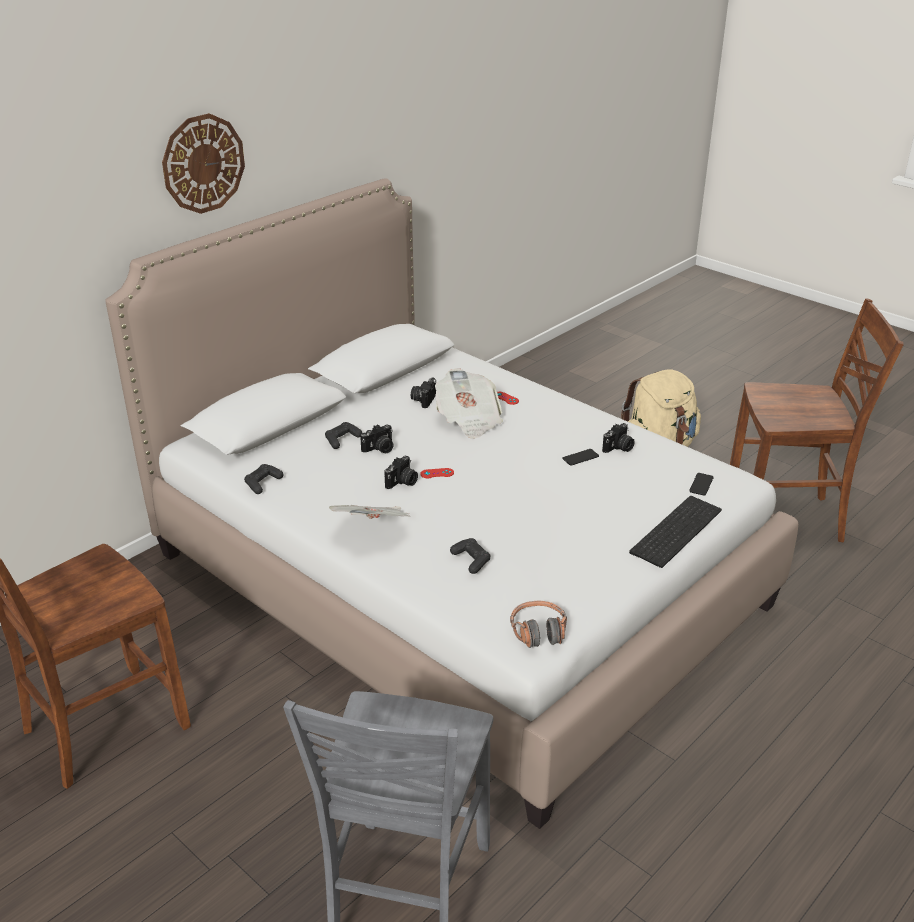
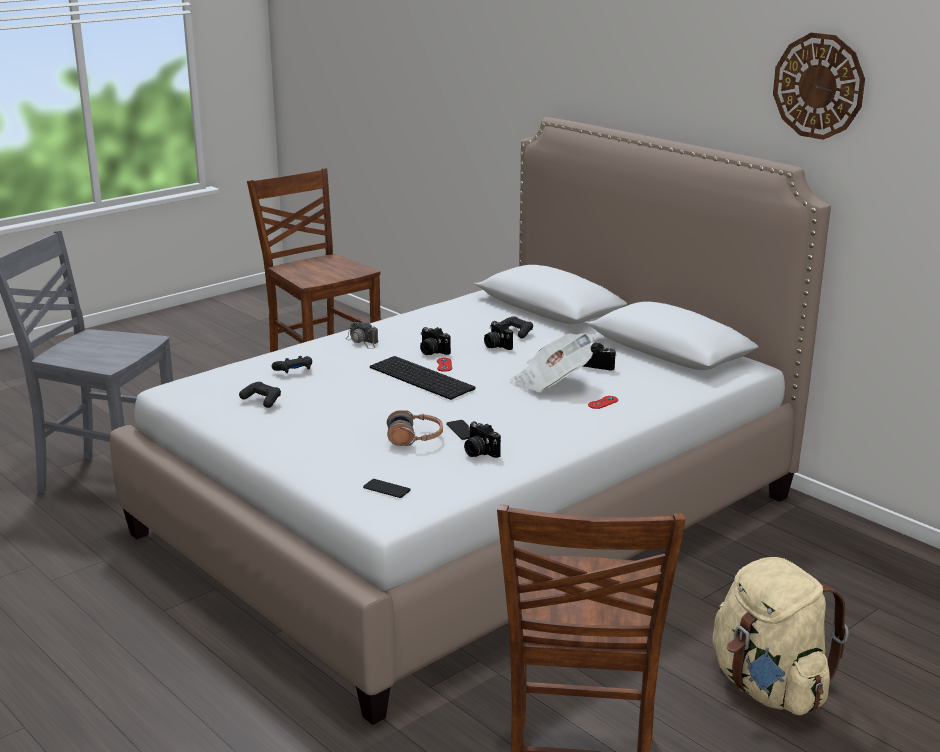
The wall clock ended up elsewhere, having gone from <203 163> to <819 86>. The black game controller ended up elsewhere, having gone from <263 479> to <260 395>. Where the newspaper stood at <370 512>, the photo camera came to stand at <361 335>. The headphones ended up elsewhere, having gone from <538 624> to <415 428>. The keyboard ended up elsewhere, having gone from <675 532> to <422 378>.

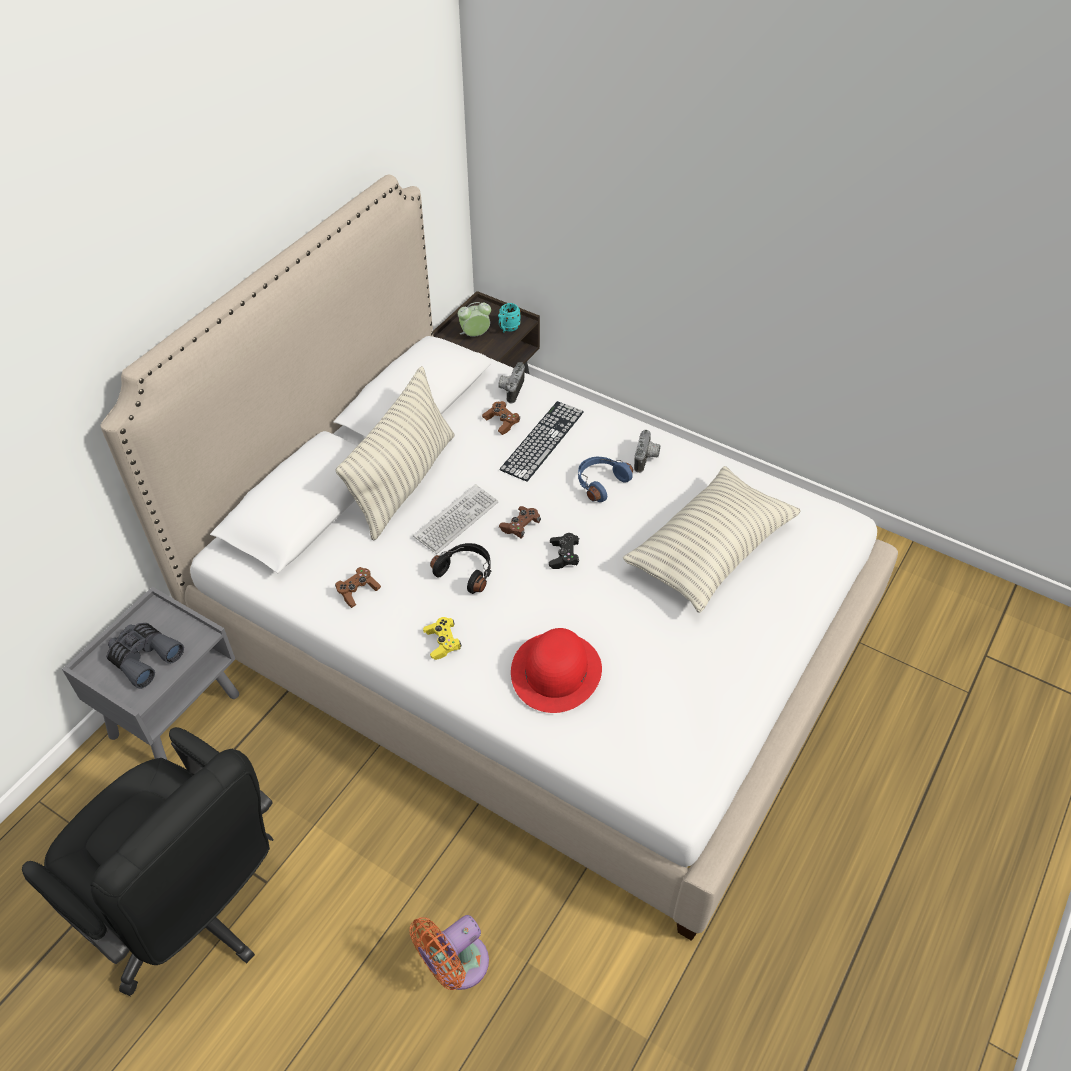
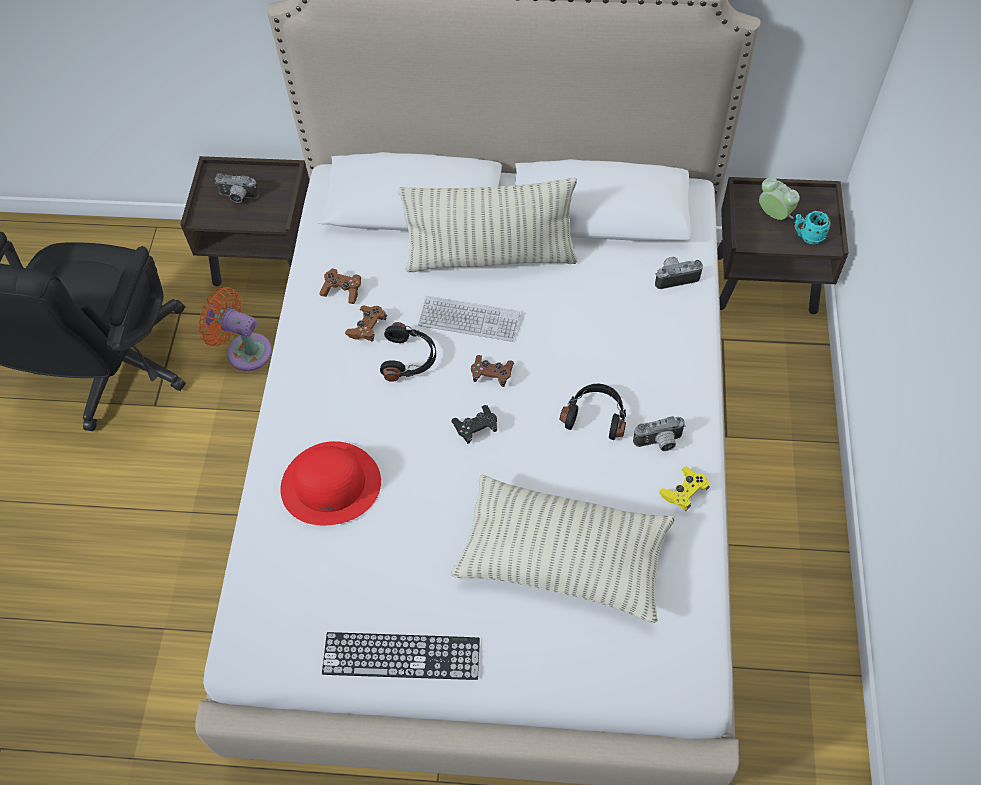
What was the grey nightstand at <150 673> turned into the brown nightstand at <245 221>. Where the grey binoculars stood at <145 656>, the photo camera came to stand at <237 188>. The orange fan ended up elsewhere, having gone from <449 952> to <235 329>. The yellow game controller ended up elsewhere, having gone from <442 638> to <684 488>. The brown game controller ended up elsewhere, having gone from <501 418> to <366 323>. The keyboard ended up elsewhere, having gone from <541 441> to <401 656>. What was the blue headphones at <605 479> turned into the black headphones at <593 412>.

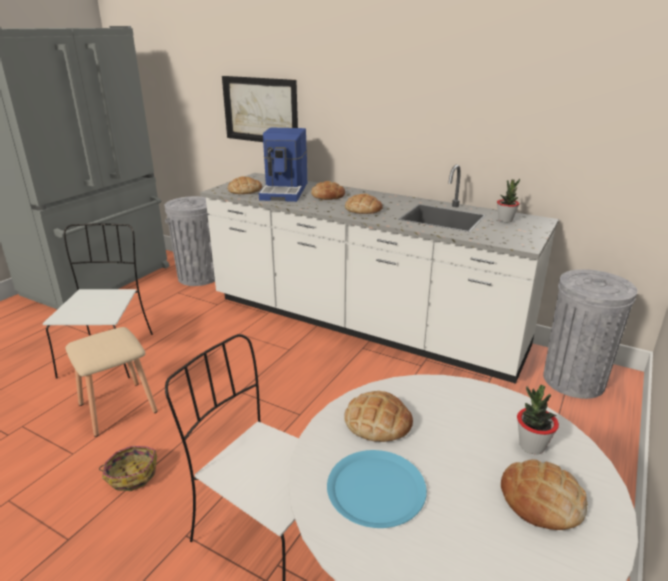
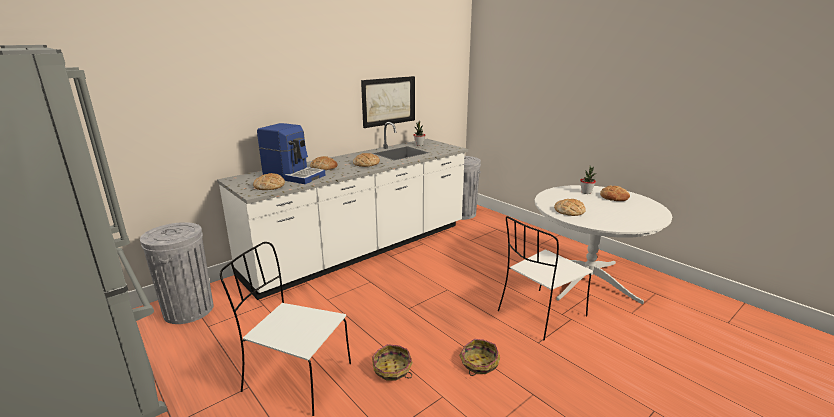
Where the beige stool stood at <111 382>, the basket came to stand at <392 362>. The picture ended up elsewhere, having gone from <260 109> to <388 102>. The second view lost the blue plate at <377 489>.

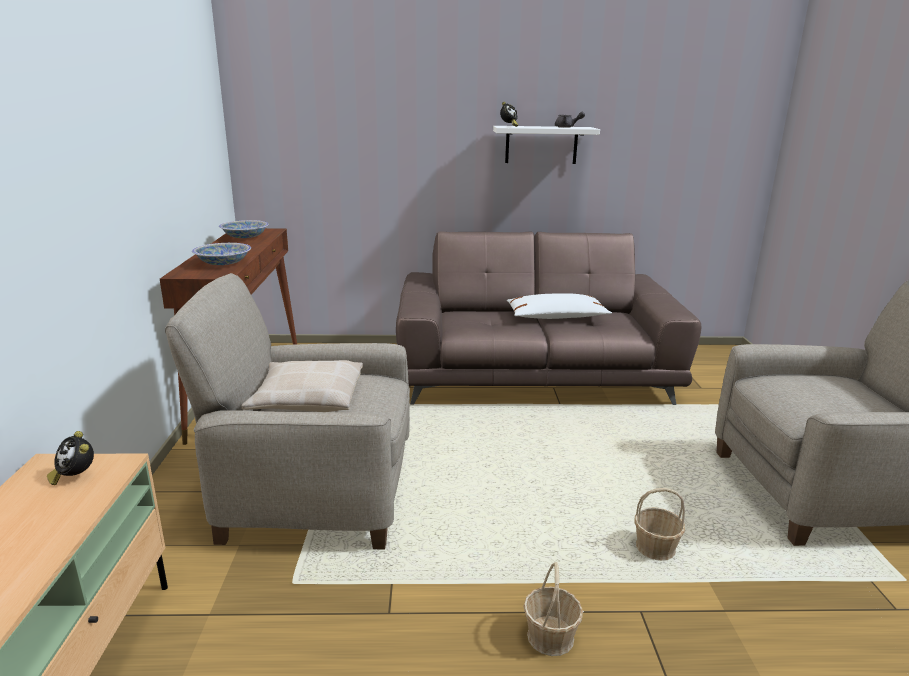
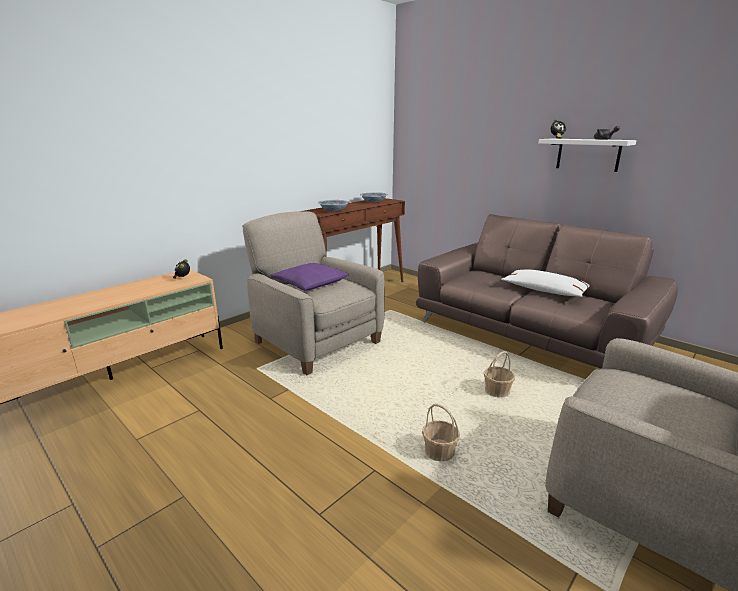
What was the beige pillow at <302 386> turned into the purple pillow at <309 276>. The basket ended up elsewhere, having gone from <553 609> to <499 374>.

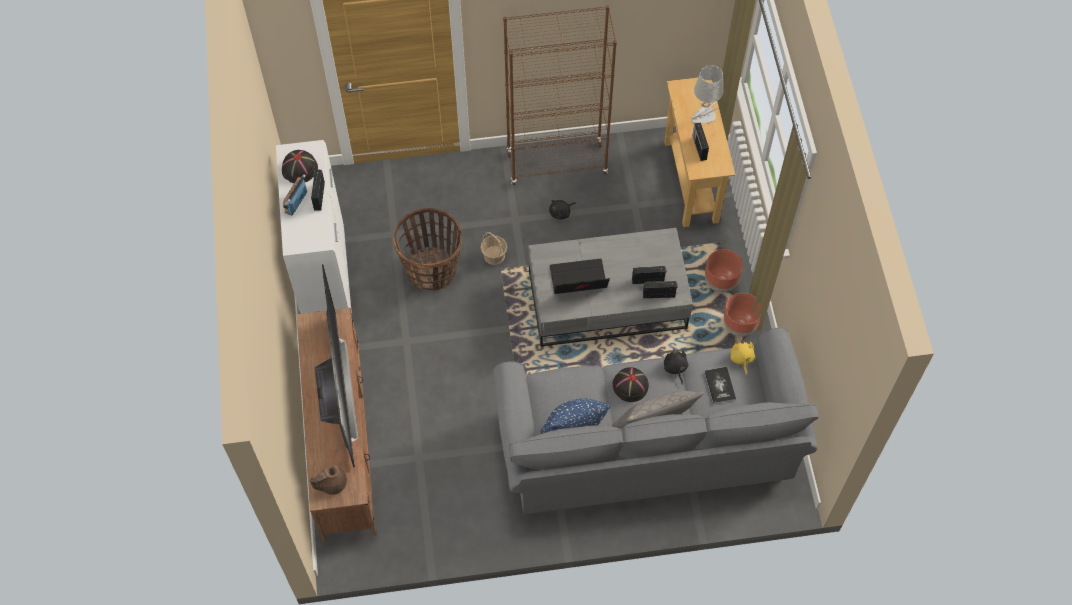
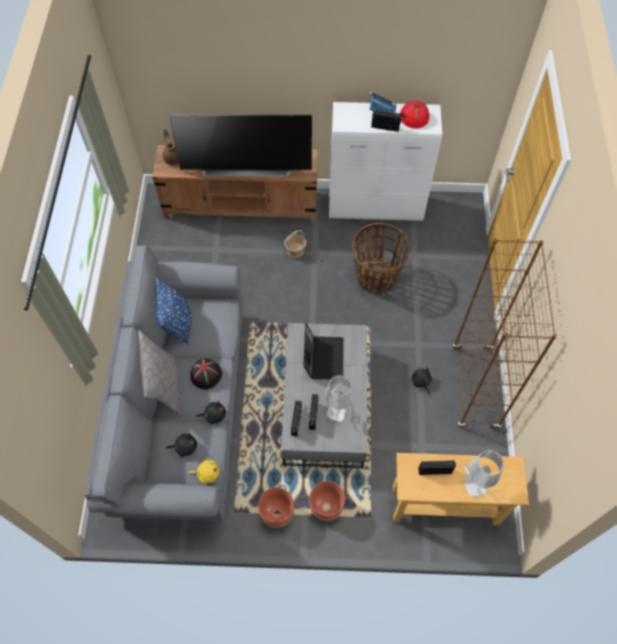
What was the black hat at <300 166> turned into the red hat at <414 114>. The basket ended up elsewhere, having gone from <493 248> to <295 244>. Where the book stood at <720 385>, the black plush toy came to stand at <181 445>. The second view gained the grey table lamp at <339 398>.

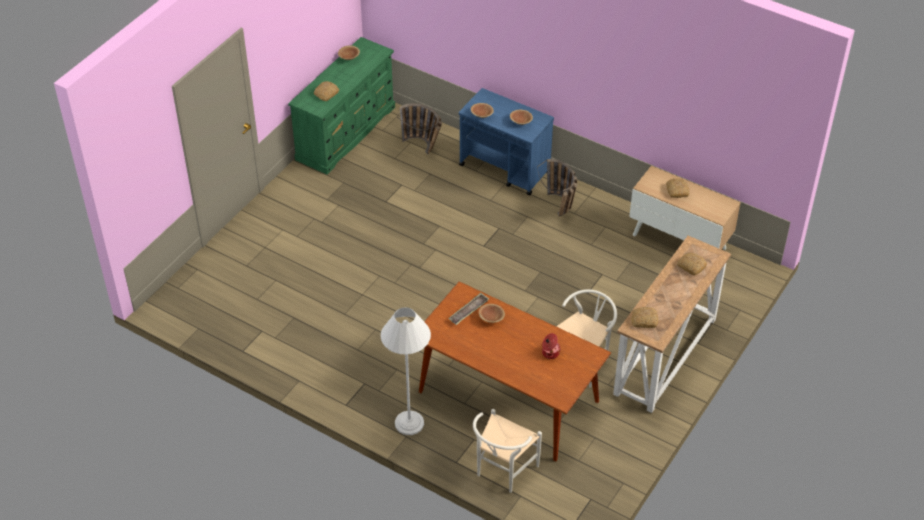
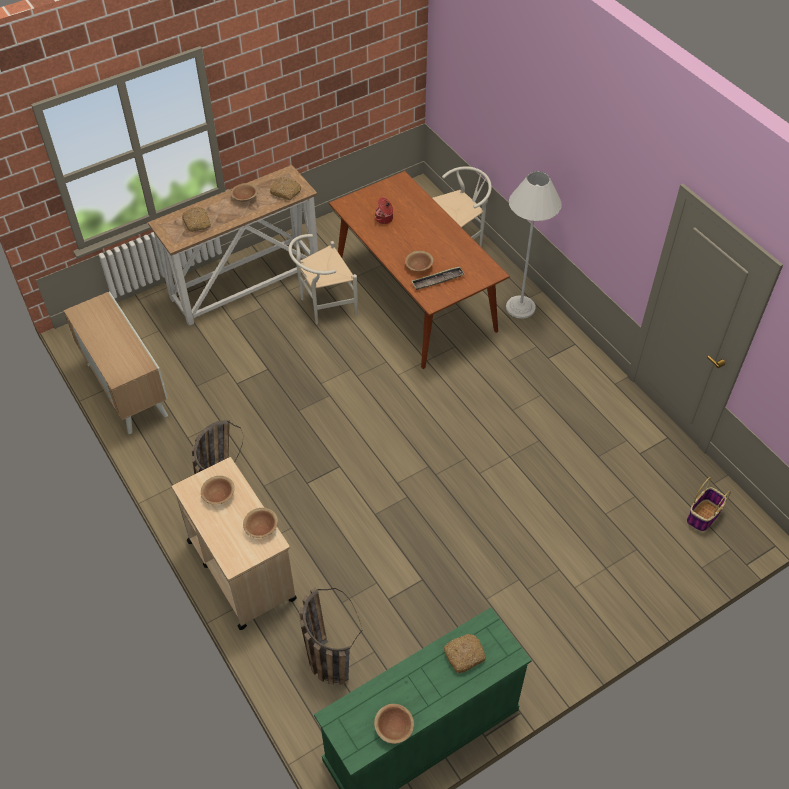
What was the blue cart at <506 141> turned into the beige cart at <234 543>. The second view lost the bread at <677 188>. The second view gained the brown bowl at <244 192>. The second view gained the basket at <708 504>.

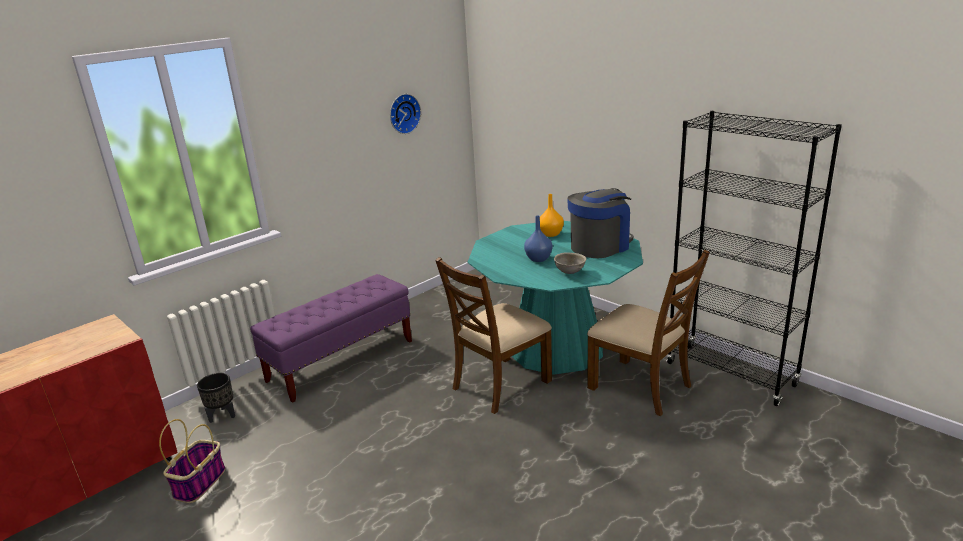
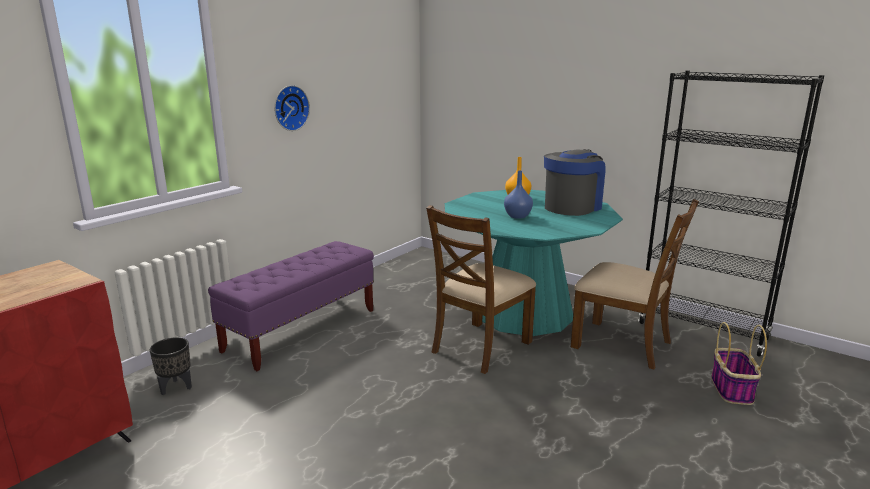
The basket ended up elsewhere, having gone from <192 461> to <739 363>. The wall clock ended up elsewhere, having gone from <405 114> to <292 108>. The second view lost the grey bowl at <570 263>.

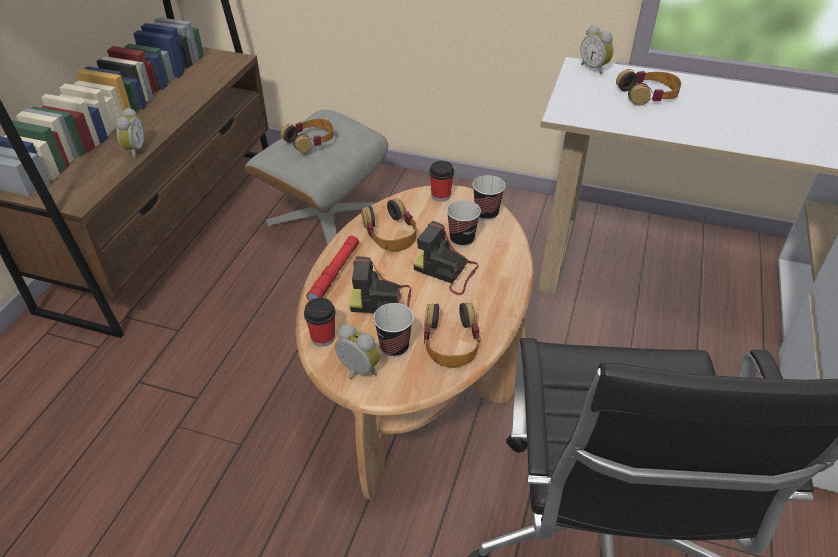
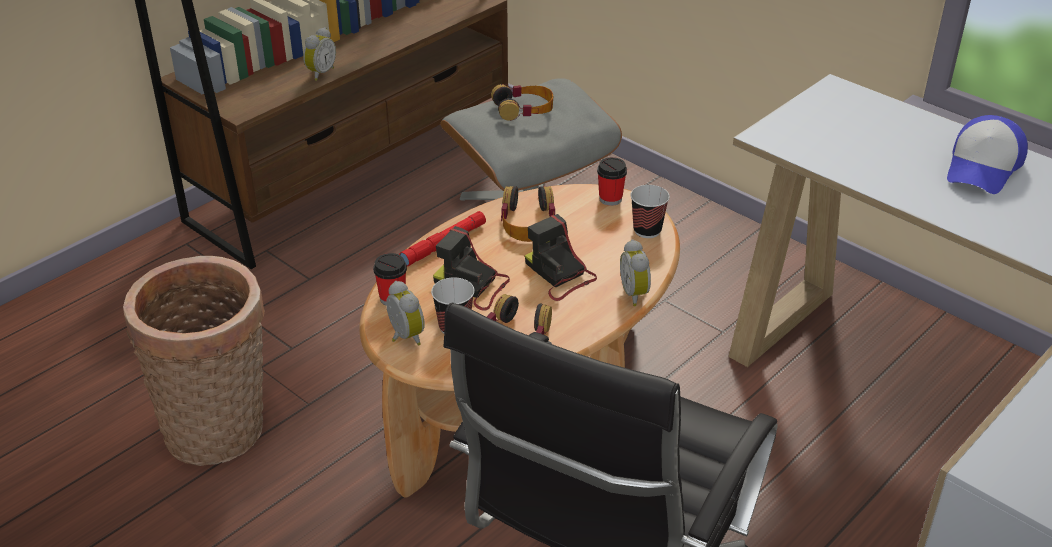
The second view lost the cup at <464 223>. The alarm clock ended up elsewhere, having gone from <597 49> to <635 272>. The second view lost the headphones at <648 87>. The second view gained the basket at <194 361>. The second view gained the cap at <987 154>.

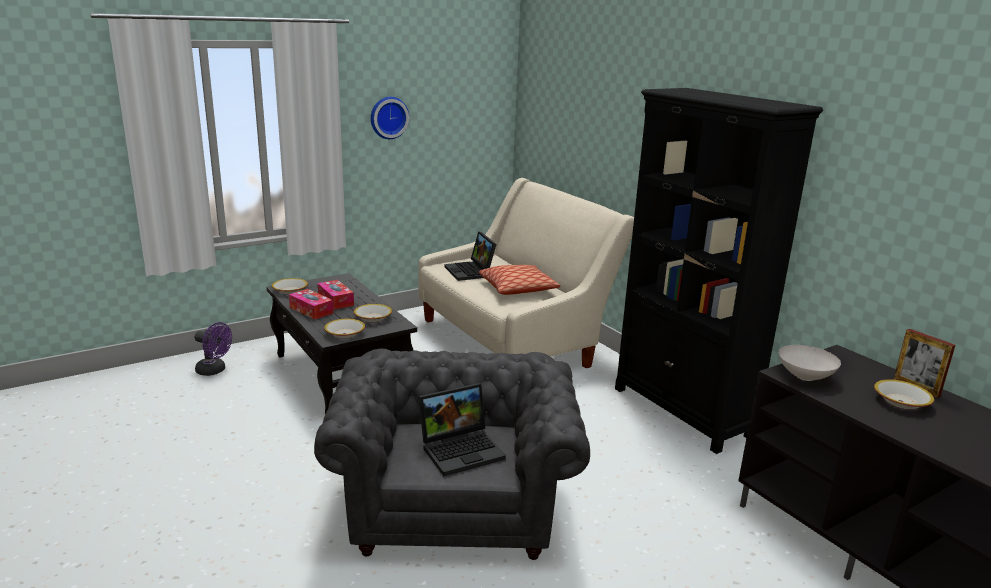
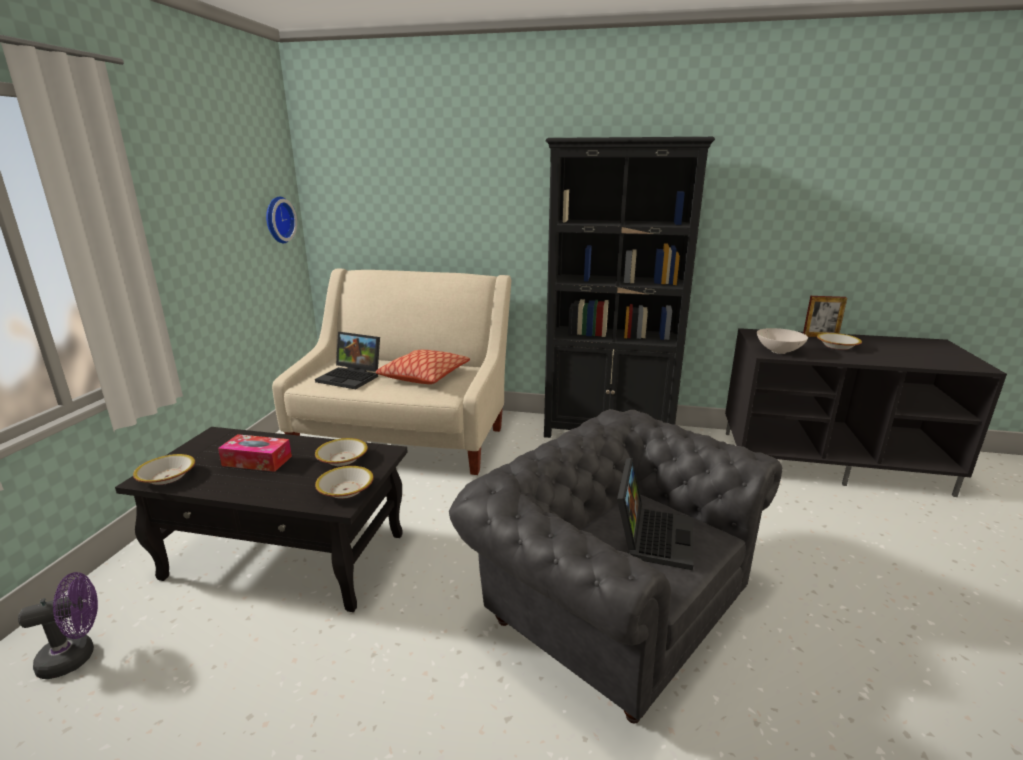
The second view lost the tissue box at <311 304>. The wall clock ended up elsewhere, having gone from <390 118> to <281 220>.

